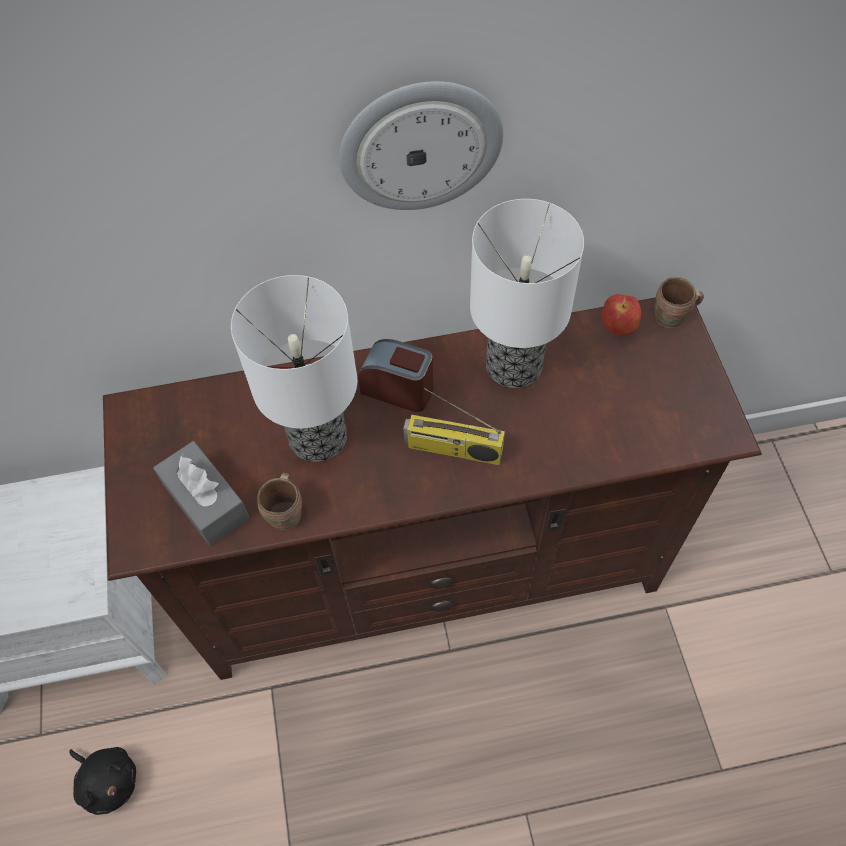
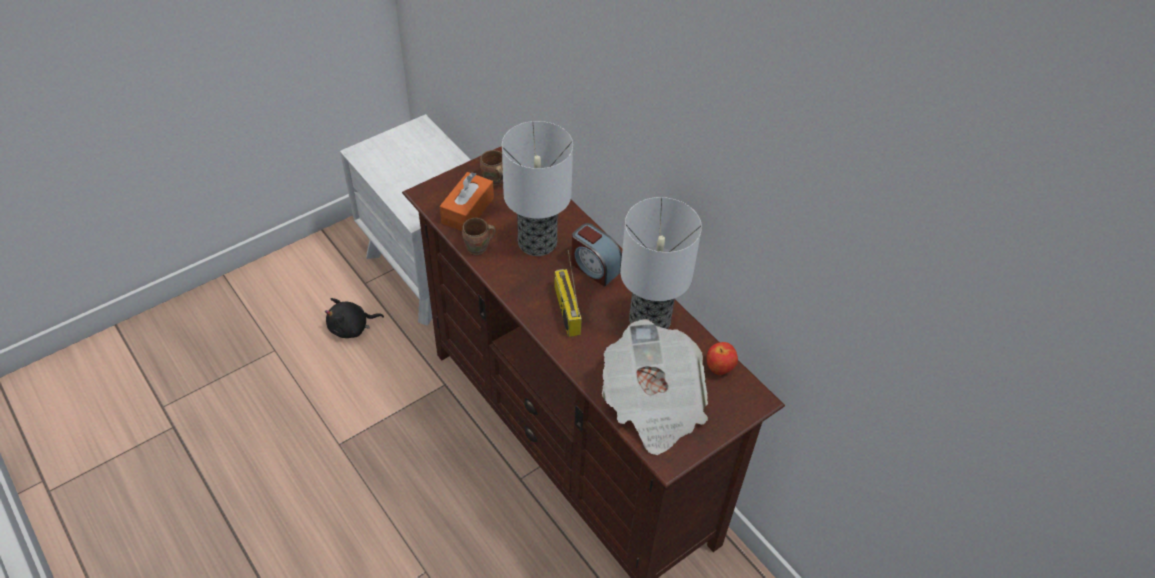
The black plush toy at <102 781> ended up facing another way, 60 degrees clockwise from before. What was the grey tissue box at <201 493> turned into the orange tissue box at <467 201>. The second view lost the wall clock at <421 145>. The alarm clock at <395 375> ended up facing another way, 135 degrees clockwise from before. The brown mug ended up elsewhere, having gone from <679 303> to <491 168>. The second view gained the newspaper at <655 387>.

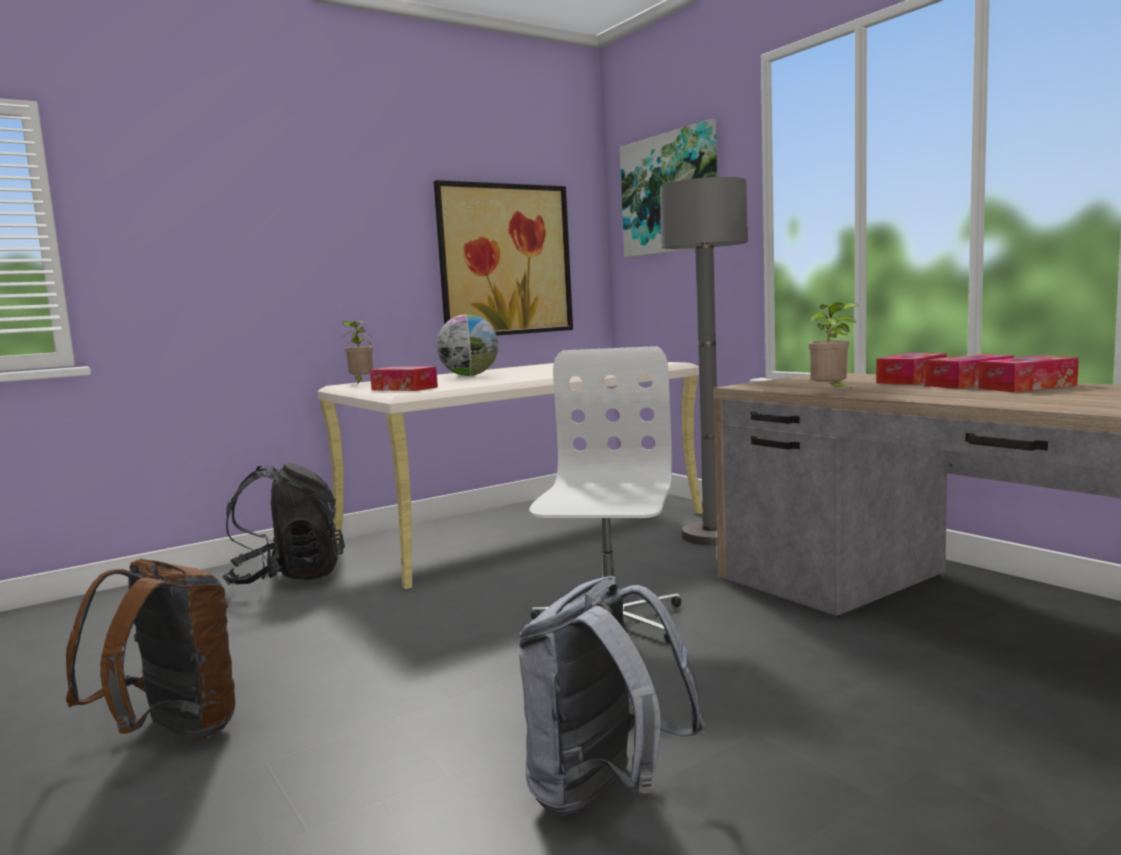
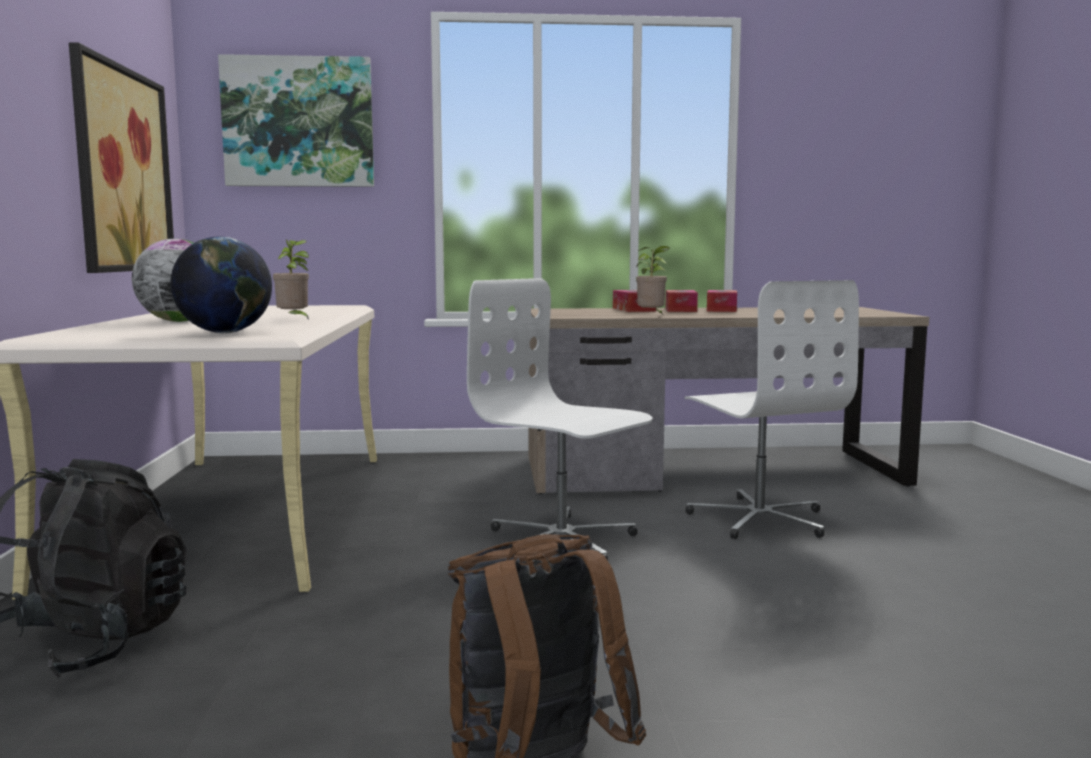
The potted plant ended up elsewhere, having gone from <357 352> to <291 279>. Where the tissue box stood at <404 378>, the globe came to stand at <221 284>. The second view lost the grey backpack at <611 695>. The second view lost the grey floor lamp at <704 361>. The second view gained the white office chair at <772 409>.

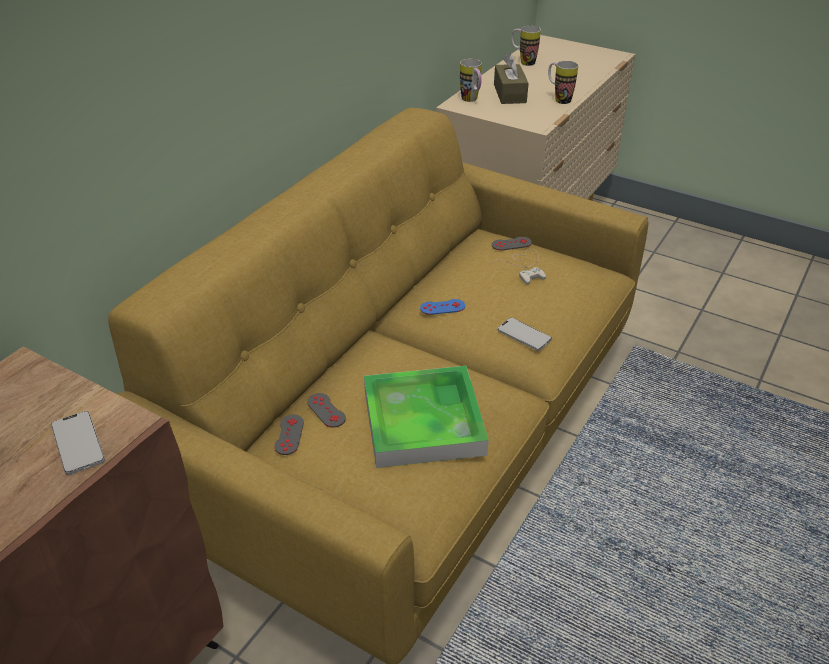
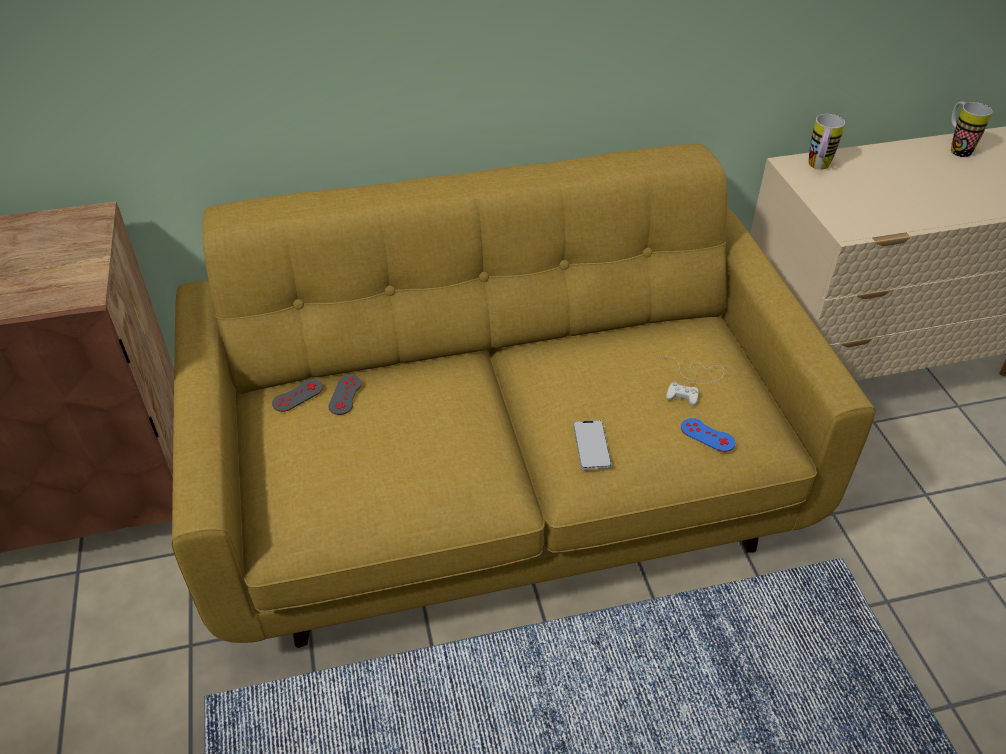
The second view lost the phone at <78 443>. The second view lost the tray at <426 417>. The blue game controller ended up elsewhere, having gone from <442 307> to <708 435>. The second view lost the grey game controller at <512 244>. The second view lost the brown tissue box at <511 78>. The second view lost the mug at <563 82>.

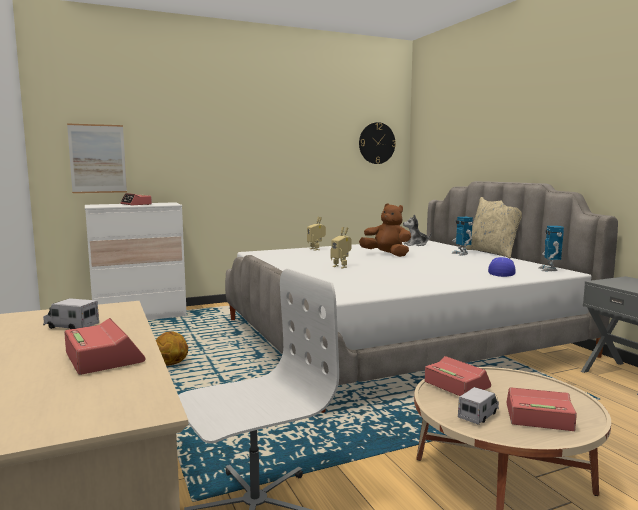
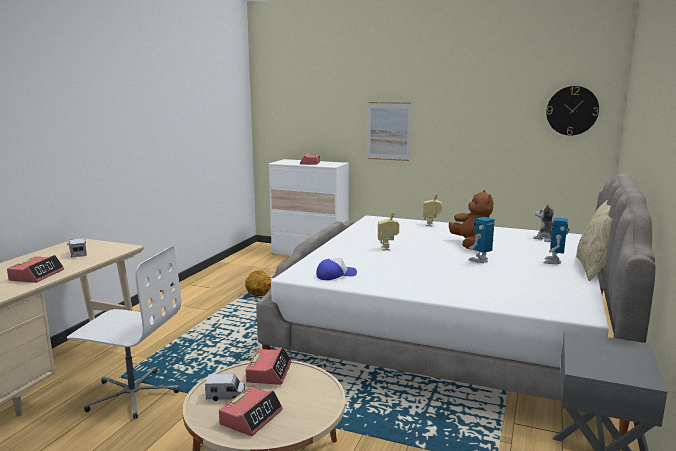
The picture ended up elsewhere, having gone from <97 158> to <389 131>. The cap ended up elsewhere, having gone from <502 266> to <336 269>. The alarm clock at <542 409> ended up facing another way, 60 degrees clockwise from before. The toy robot ended up elsewhere, having gone from <551 248> to <481 240>.

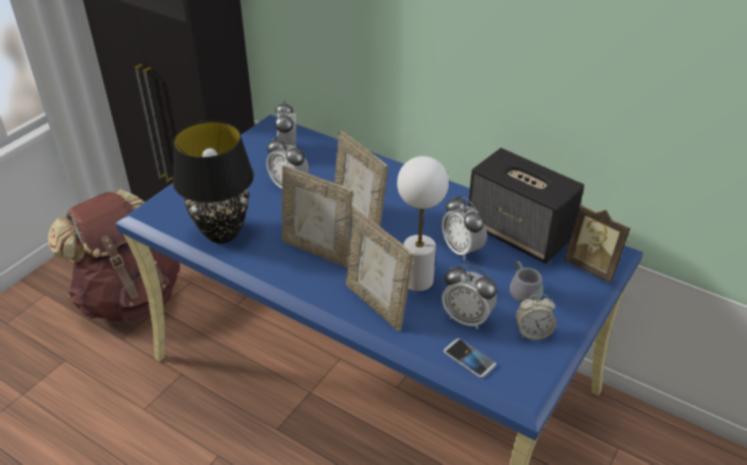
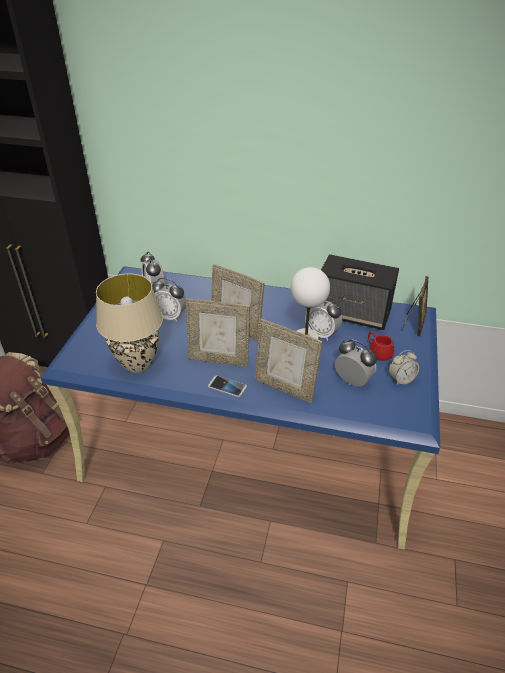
What was the black table lamp at <213 182> turned into the beige table lamp at <129 323>. The alarm clock at <469 296> ended up facing another way, 150 degrees counterclockwise from before. The phone ended up elsewhere, having gone from <470 358> to <227 386>. What was the grey mug at <526 281> turned into the red mug at <381 346>. The picture frame at <597 243> ended up facing another way, 90 degrees counterclockwise from before.

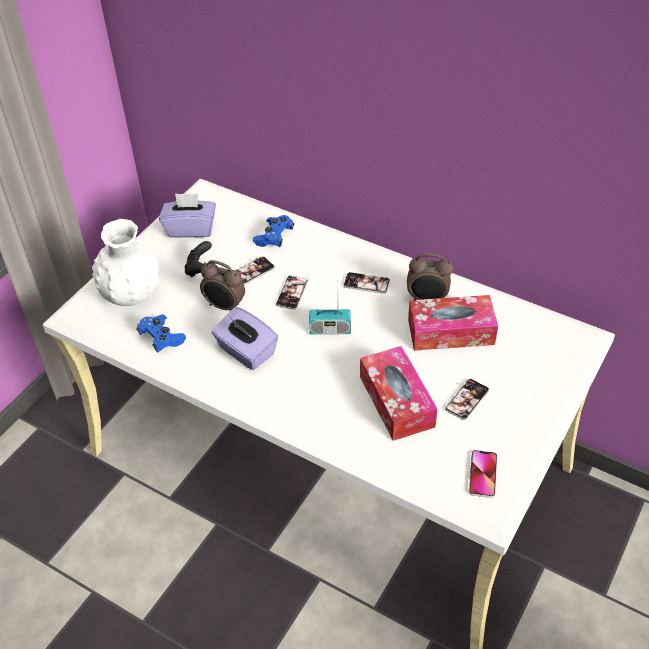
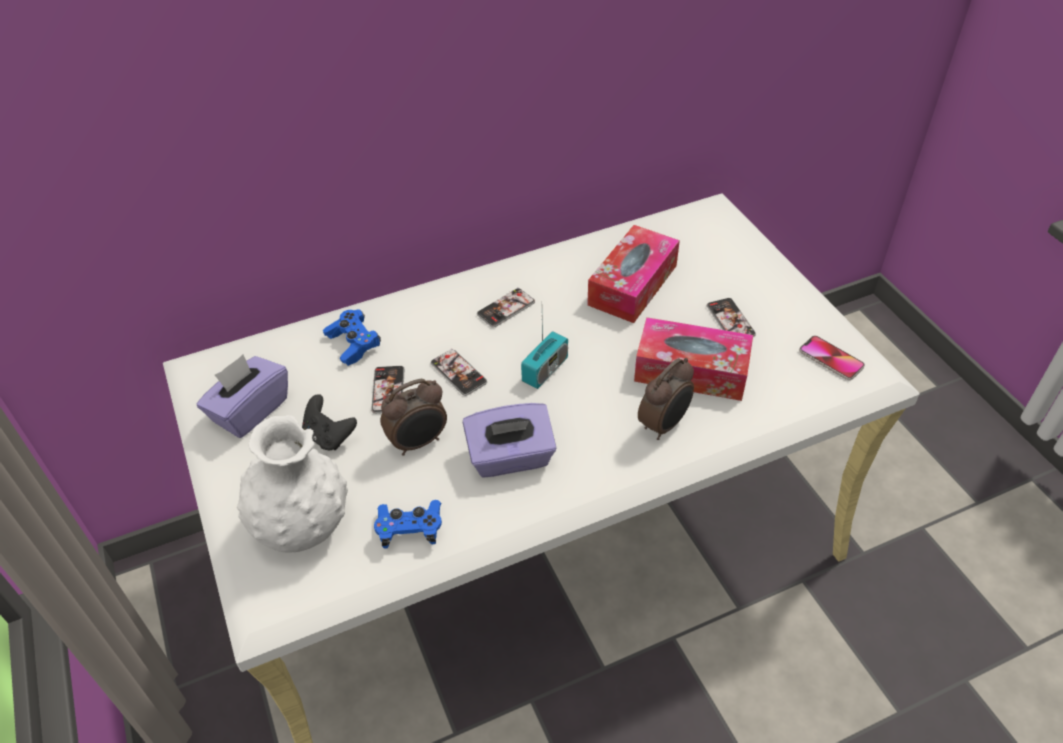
The alarm clock ended up elsewhere, having gone from <430 277> to <666 399>.

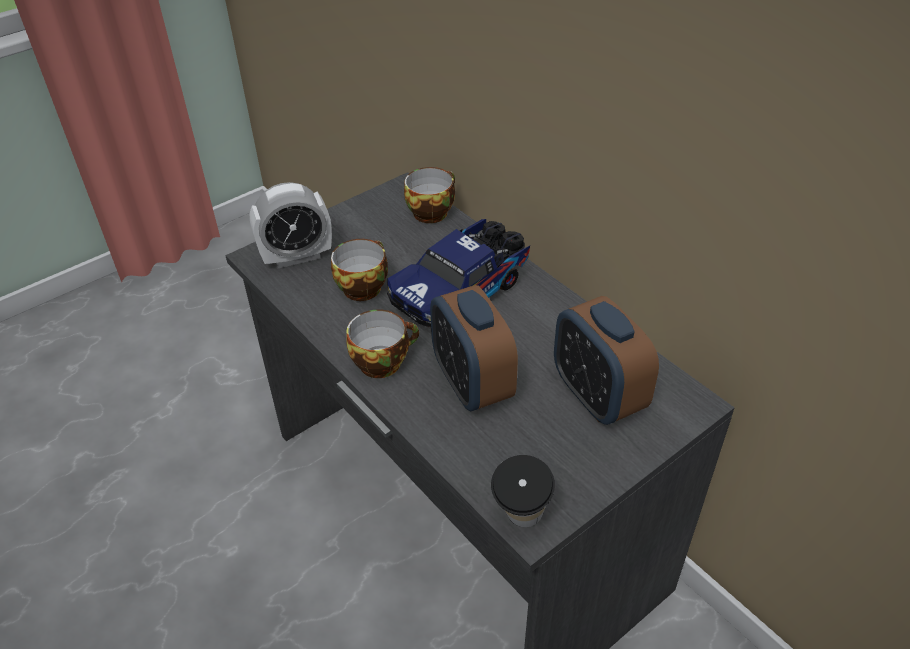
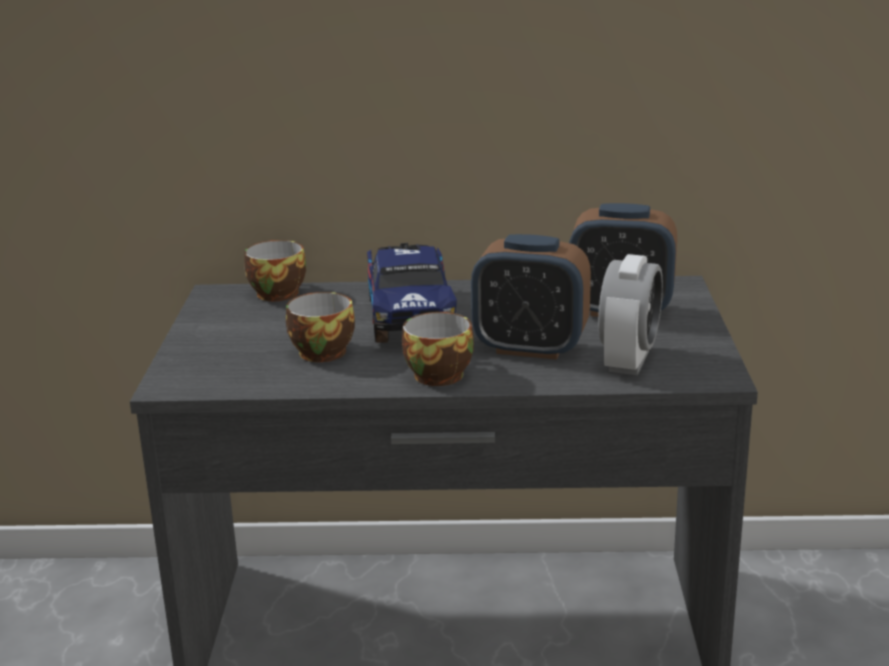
The alarm clock ended up elsewhere, having gone from <291 225> to <630 314>. The second view lost the cup at <523 491>.

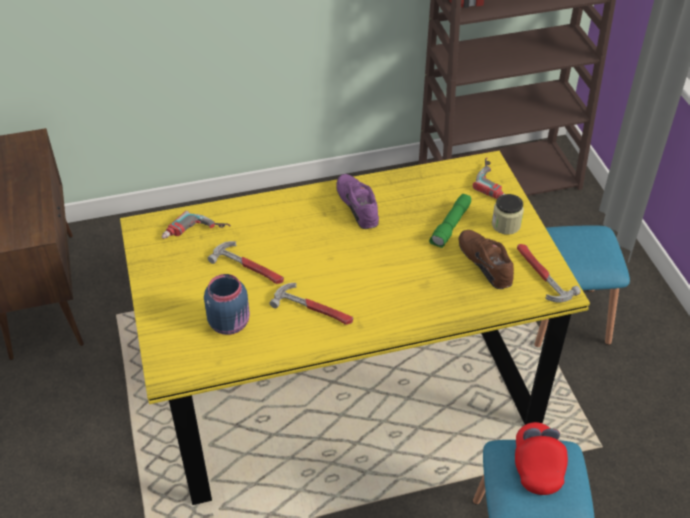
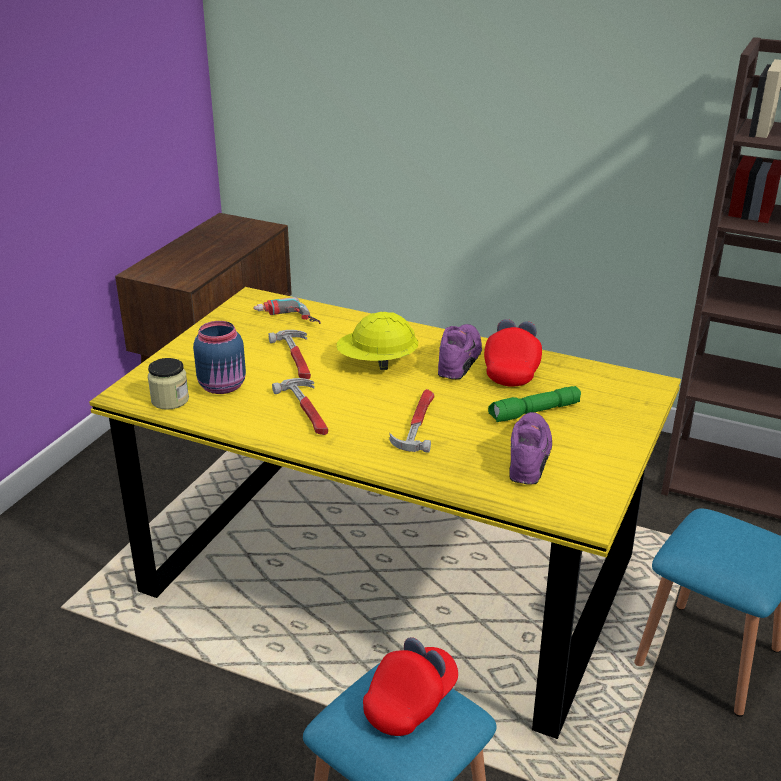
What was the brown shoe at <486 259> turned into the purple shoe at <530 448>. The second view lost the power drill at <488 178>. The jar ended up elsewhere, having gone from <508 214> to <168 384>. The hammer ended up elsewhere, having gone from <549 273> to <411 421>. The second view gained the yellow hard hat at <377 341>. The second view gained the red cap at <513 353>.

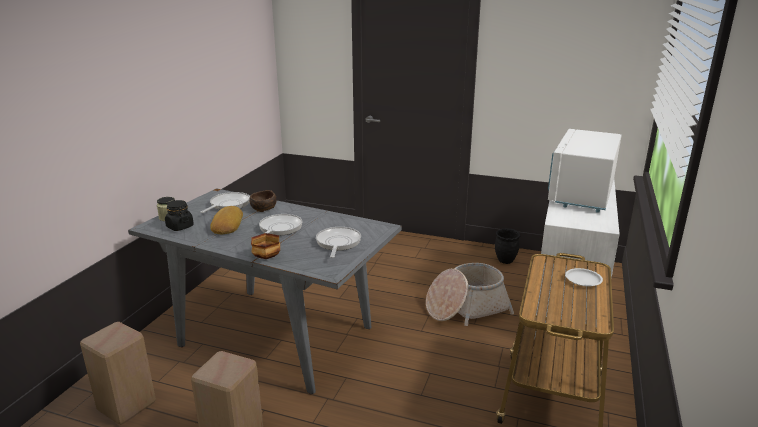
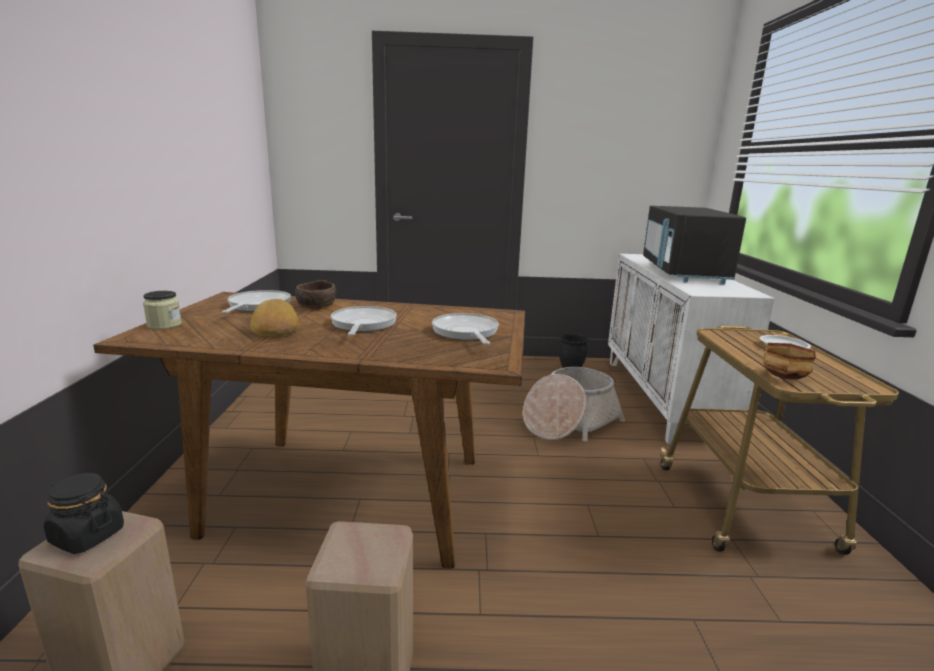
What was the grey dining table at <265 291> turned into the brown dining table at <309 430>. The black jar ended up elsewhere, having gone from <179 215> to <84 513>. The bowl ended up elsewhere, having gone from <265 246> to <789 361>. What was the white microwave at <585 171> turned into the black microwave at <694 245>.

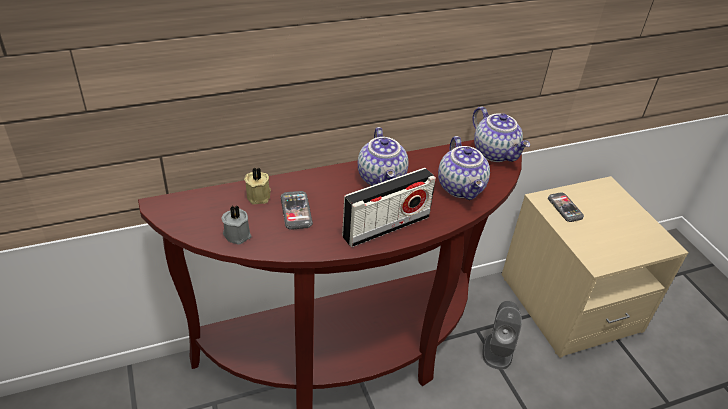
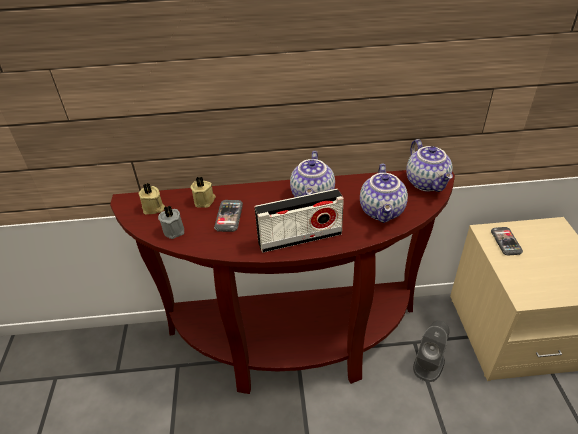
The second view gained the beige candle at <151 199>.

